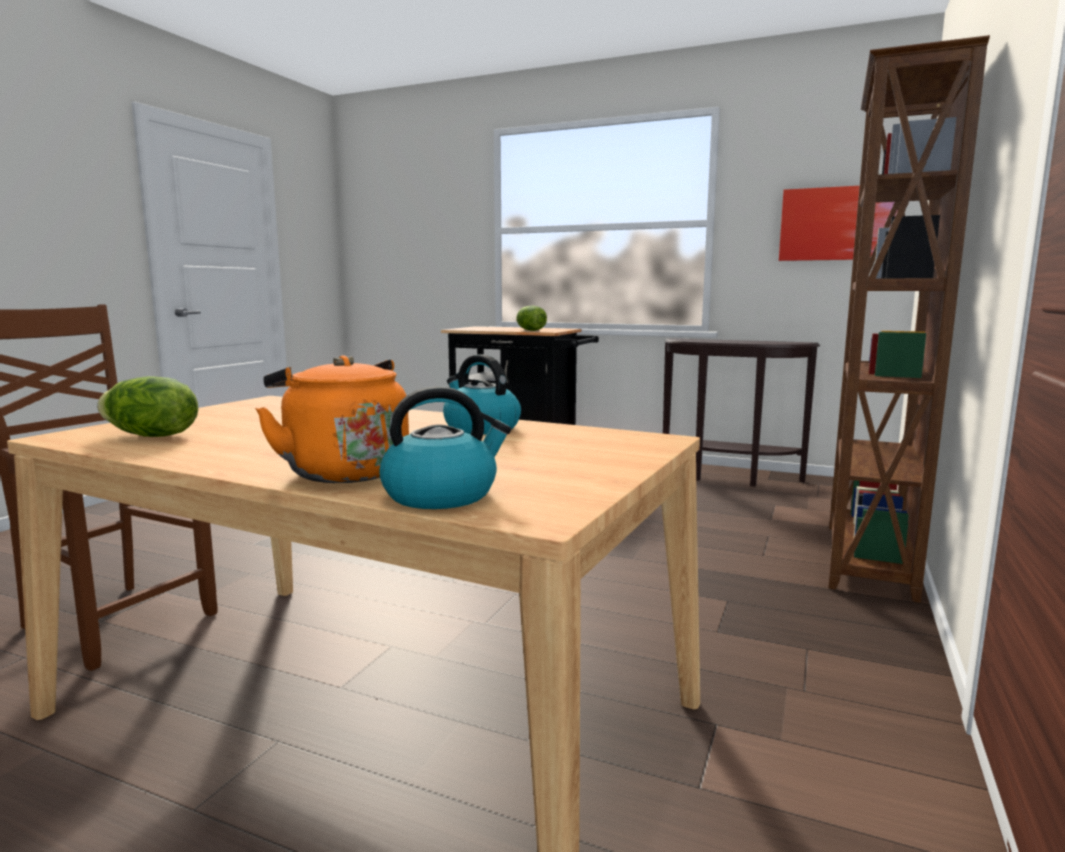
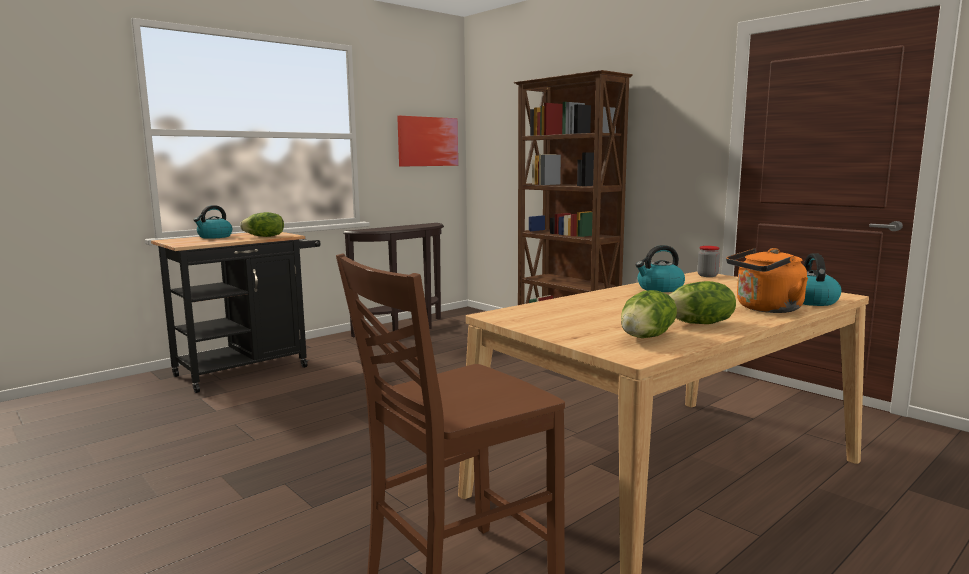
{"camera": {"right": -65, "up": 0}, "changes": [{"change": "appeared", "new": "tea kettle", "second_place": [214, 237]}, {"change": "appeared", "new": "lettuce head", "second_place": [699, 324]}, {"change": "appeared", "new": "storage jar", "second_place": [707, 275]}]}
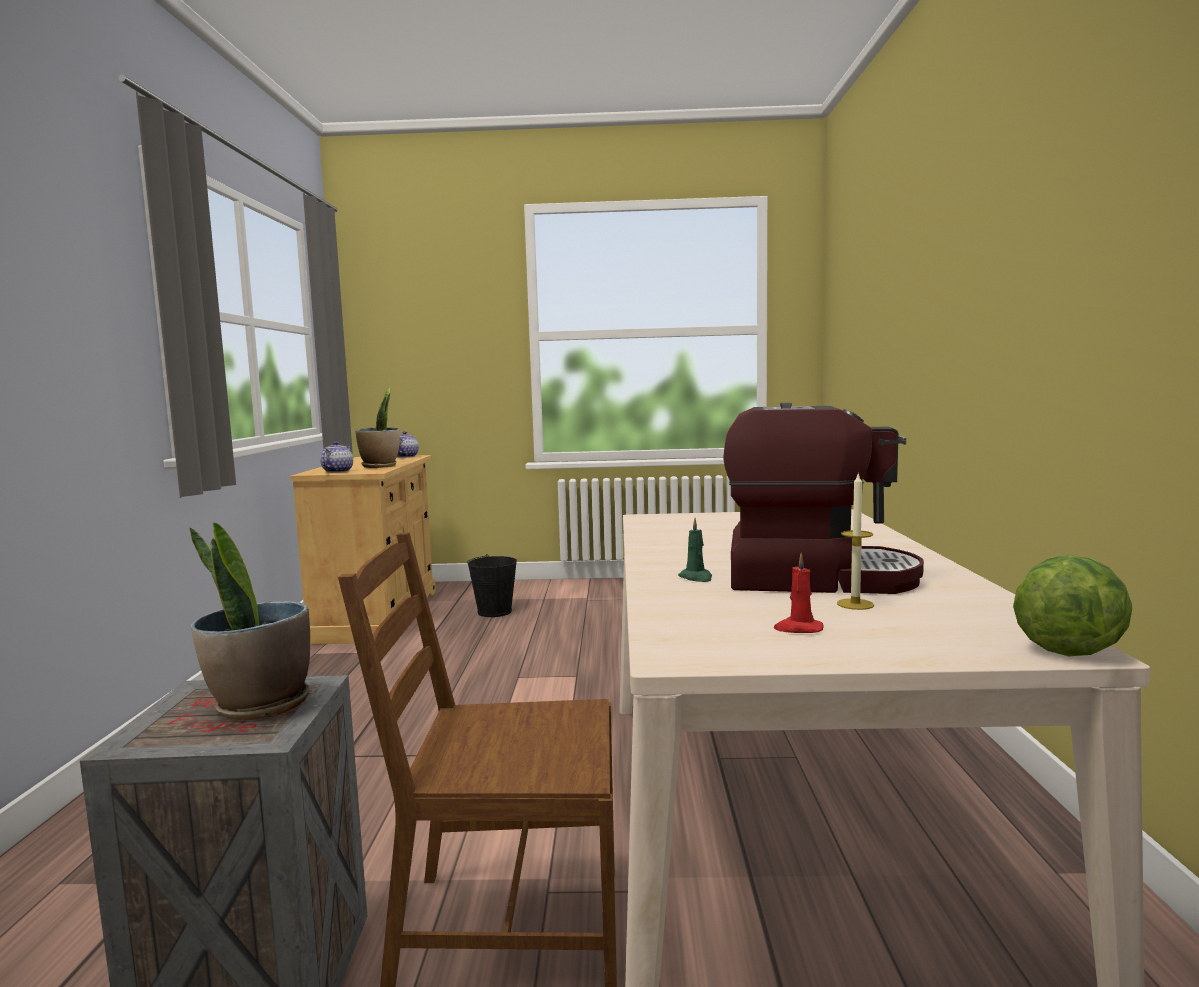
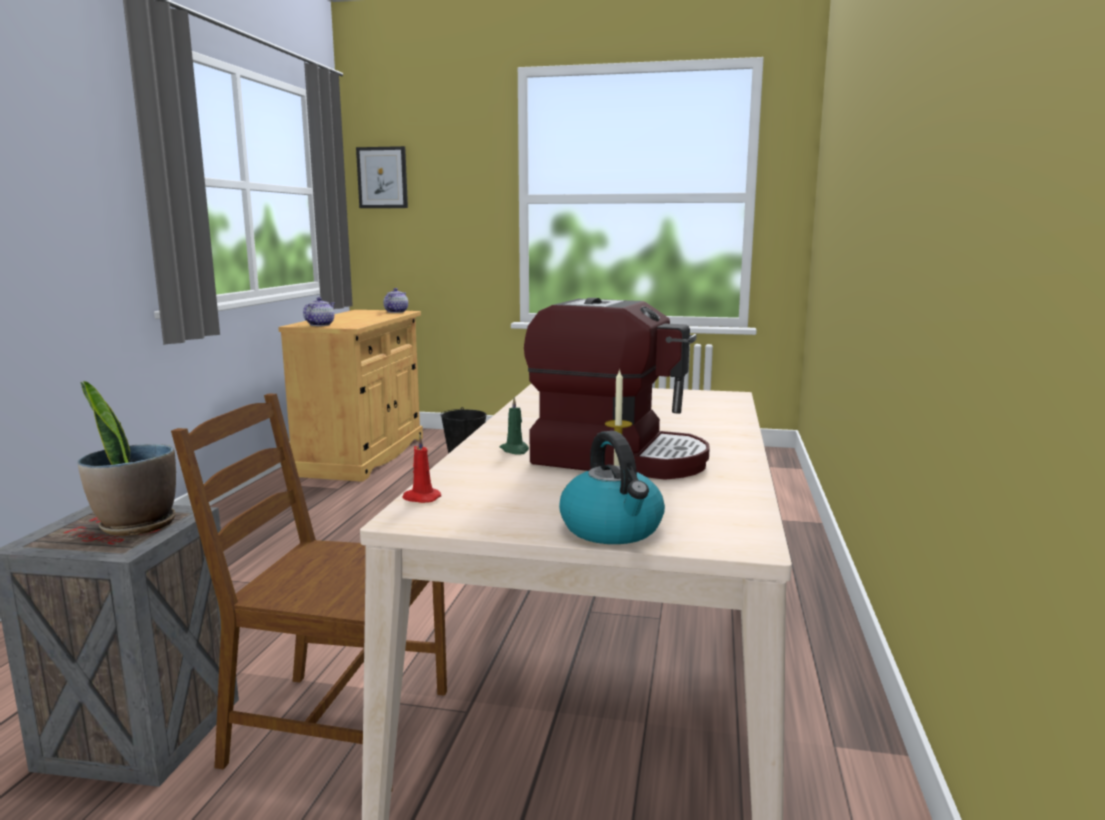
{"camera": {"right": 10, "up": 5}, "changes": [{"change": "missing", "old": "plant in a pot", "first_place": [380, 466]}, {"change": "missing", "old": "lettuce head", "first_place": [1069, 643]}, {"change": "appeared", "new": "wall picture", "second_place": [382, 177]}, {"change": "appeared", "new": "tea kettle", "second_place": [613, 529]}, {"change": "relocated", "old": "reddish wax candle", "first_place": [798, 629], "second_place": [420, 498]}]}
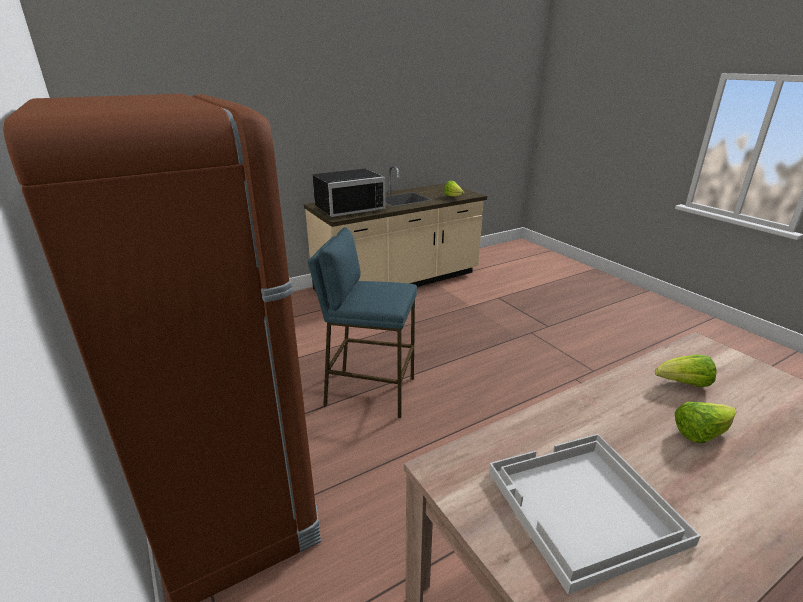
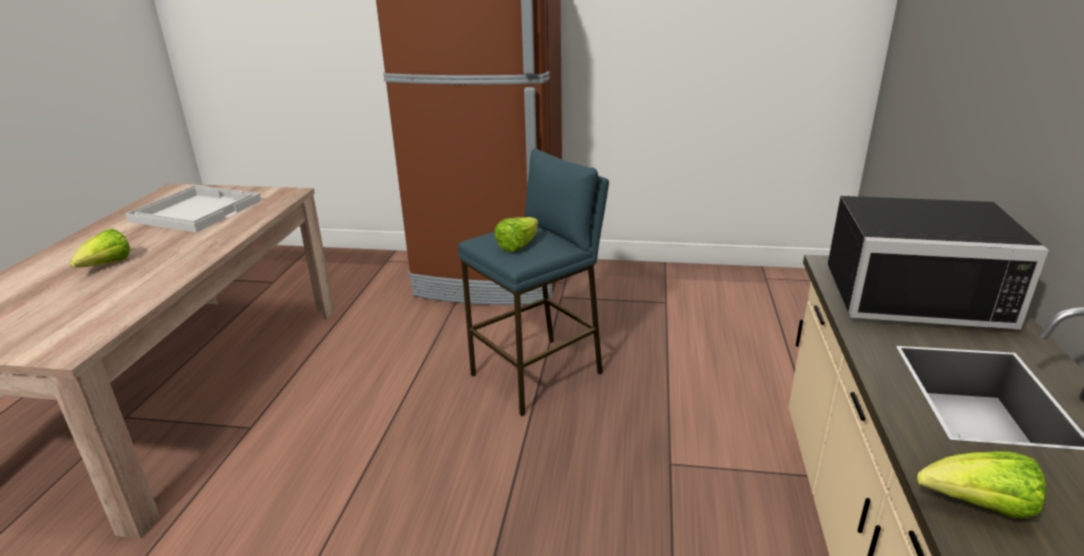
{"camera": {"right": 130, "up": 0}, "changes": [{"change": "relocated", "old": "lettuce head", "first_place": [683, 384], "second_place": [517, 246]}, {"change": "spun", "old": "blackish microwave", "first_place": [348, 208], "second_place": [911, 293], "degrees": -90}]}
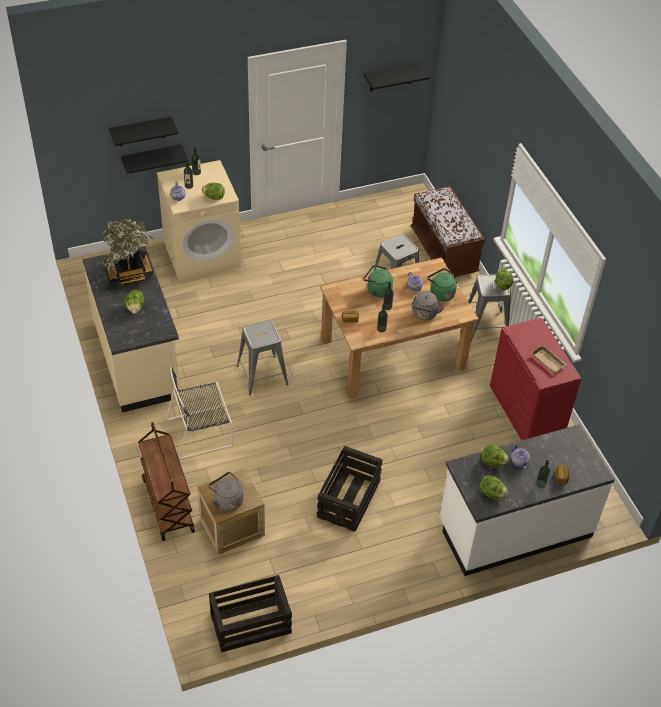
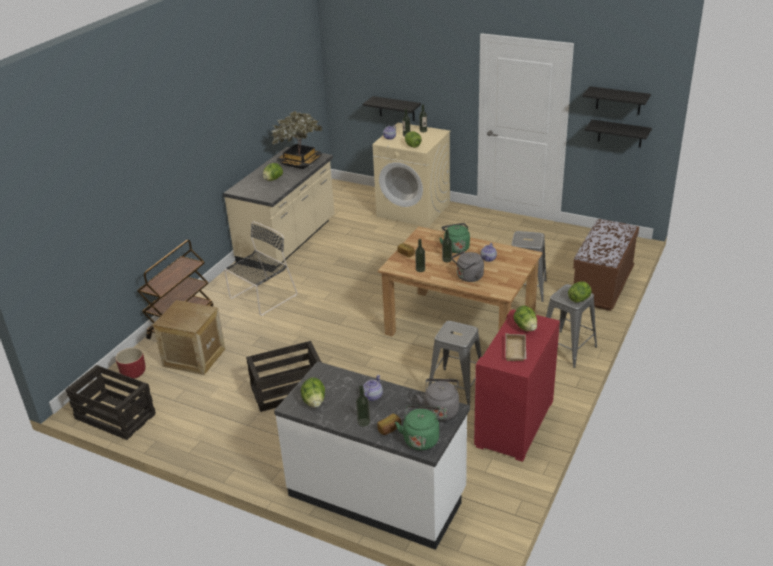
{"camera": {"right": 50, "up": -15}, "changes": [{"change": "appeared", "new": "reddish planter", "second_place": [133, 373]}, {"change": "relocated", "old": "blackish bracket shelf", "first_place": [141, 131], "second_place": [620, 133]}, {"change": "relocated", "old": "grey tea kettle", "first_place": [227, 500], "second_place": [441, 410]}, {"change": "relocated", "old": "grey stool", "first_place": [262, 375], "second_place": [456, 387]}, {"change": "relocated", "old": "green-coloured tea kettle", "first_place": [441, 293], "second_place": [421, 438]}, {"change": "relocated", "old": "lettuce head", "first_place": [493, 462], "second_place": [525, 327]}, {"change": "spun", "old": "blackish plain chair", "first_place": [201, 432], "second_place": [261, 298], "degrees": 105}]}
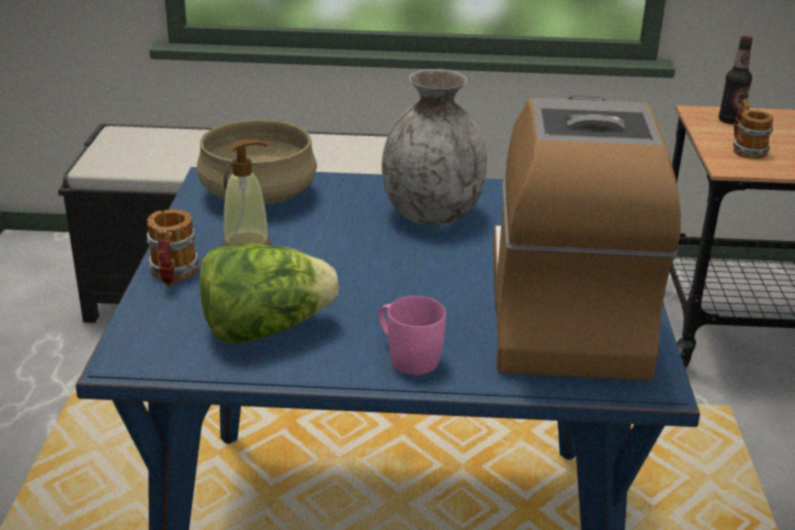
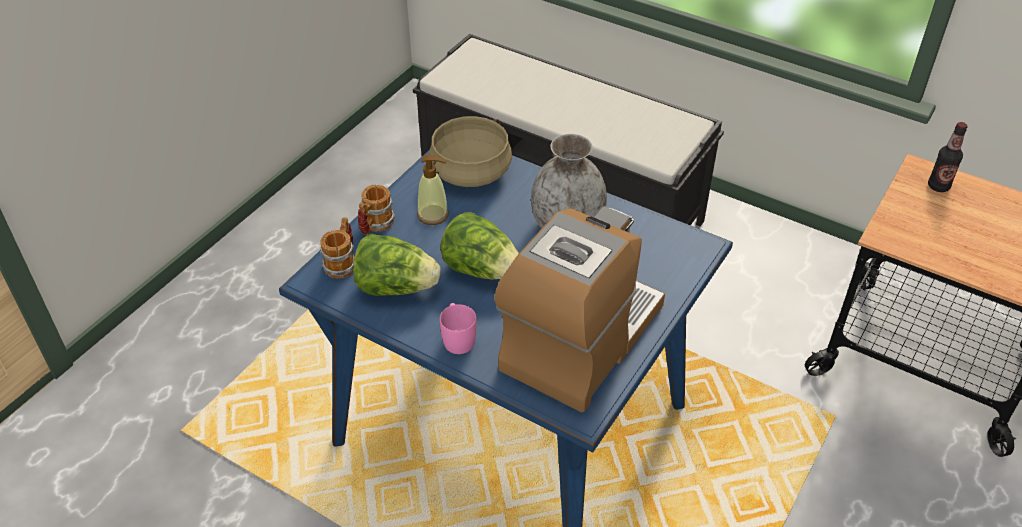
{"camera": {"right": 30, "up": 15}, "changes": [{"change": "appeared", "new": "lettuce head", "second_place": [481, 270]}, {"change": "relocated", "old": "mug", "first_place": [746, 149], "second_place": [342, 262]}]}
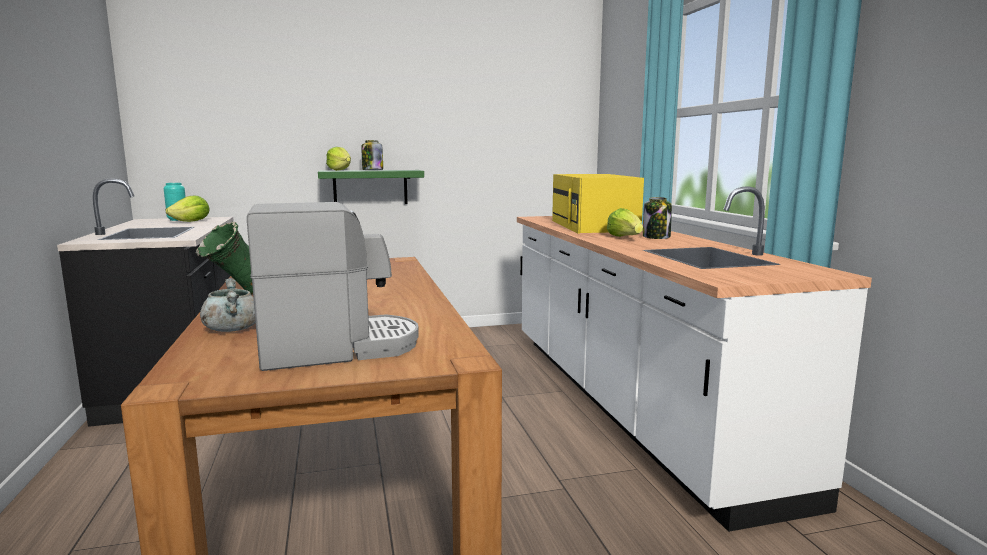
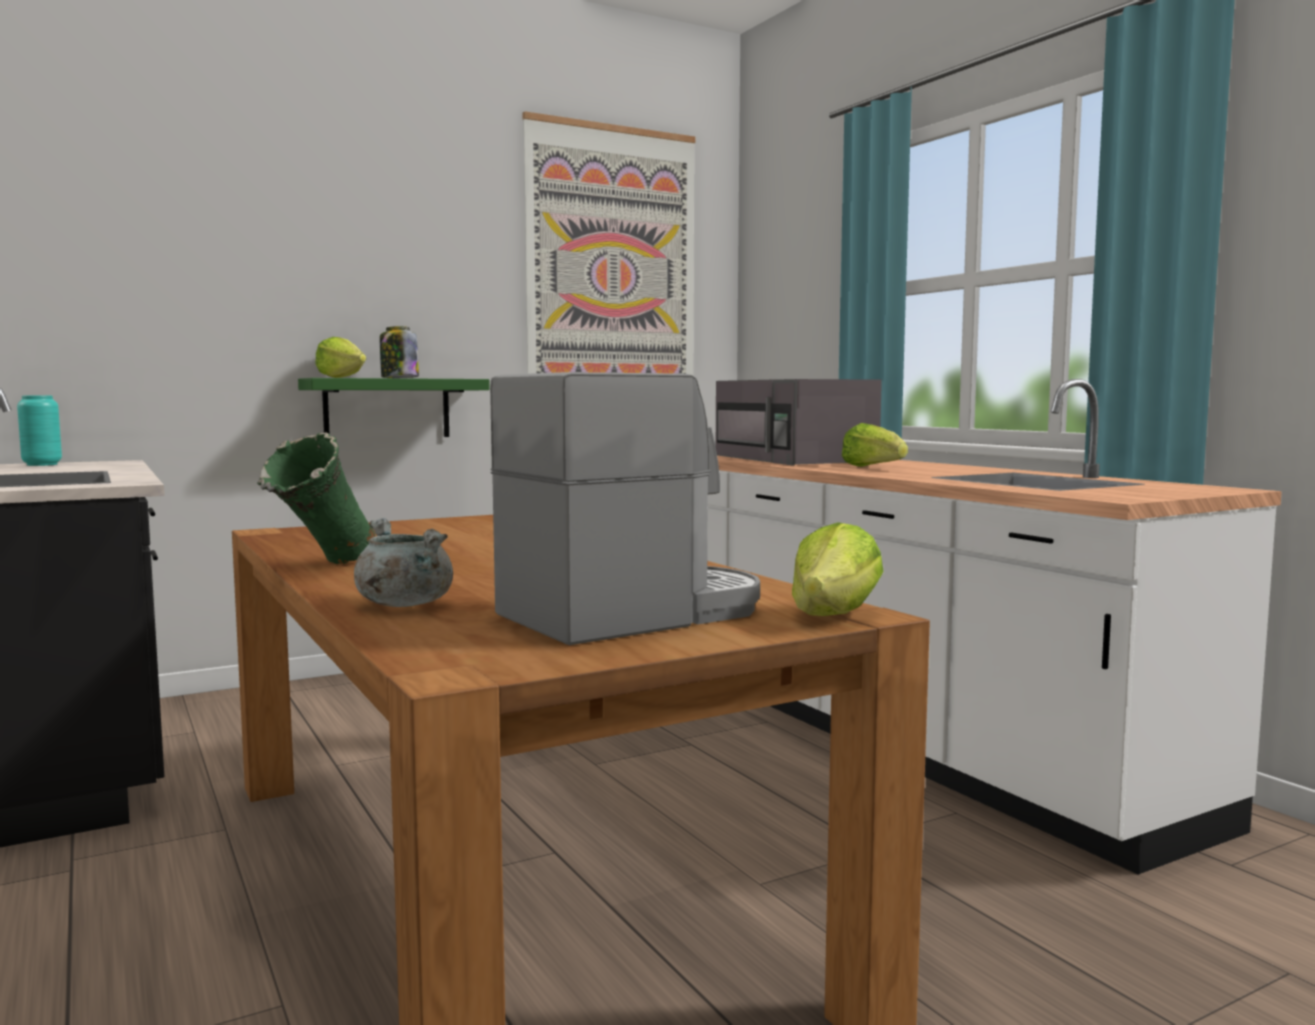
{"camera": {"right": -15, "up": -5}, "changes": [{"change": "missing", "old": "storage jar", "first_place": [656, 237]}, {"change": "appeared", "new": "wall picture", "second_place": [612, 275]}, {"change": "relocated", "old": "lettuce head", "first_place": [191, 222], "second_place": [834, 615]}, {"change": "colour", "old": "yellow-coloured microwave", "new": "grey microwave", "first_place": [594, 226], "second_place": [794, 459]}]}
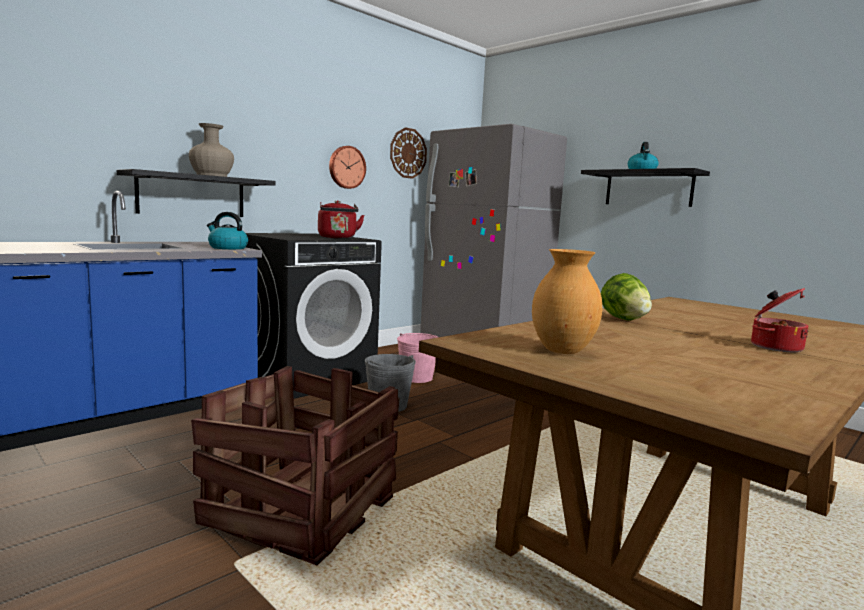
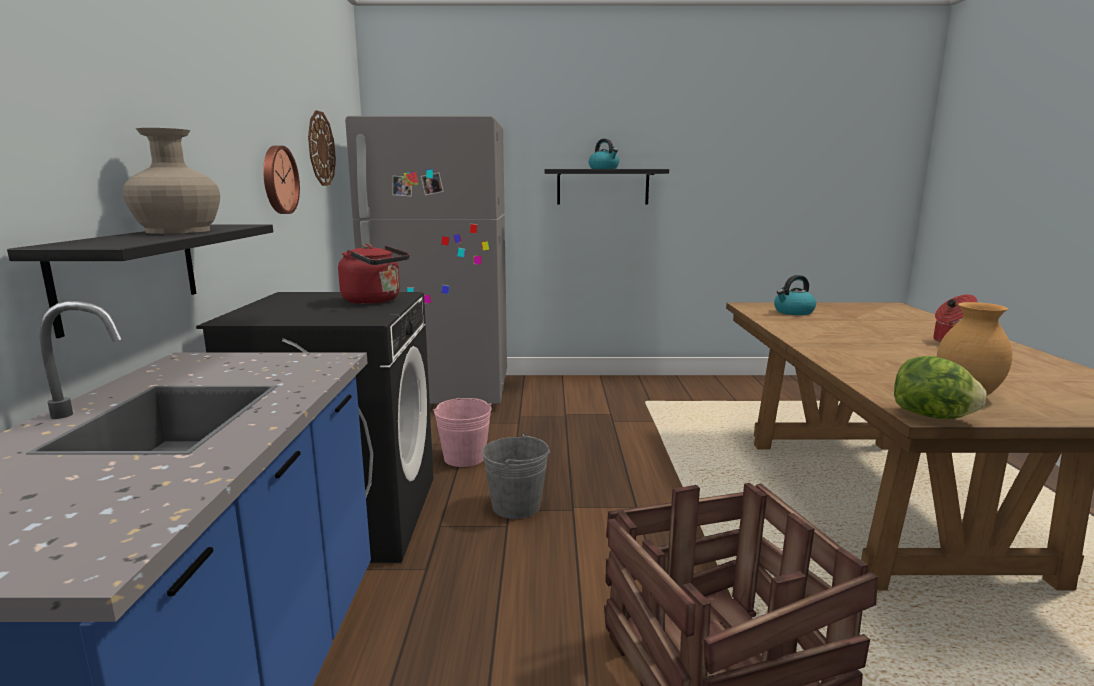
{"camera": {"right": -45, "up": 5}, "changes": [{"change": "relocated", "old": "tea kettle", "first_place": [227, 248], "second_place": [793, 312]}, {"change": "relocated", "old": "lettuce head", "first_place": [624, 319], "second_place": [932, 416]}]}
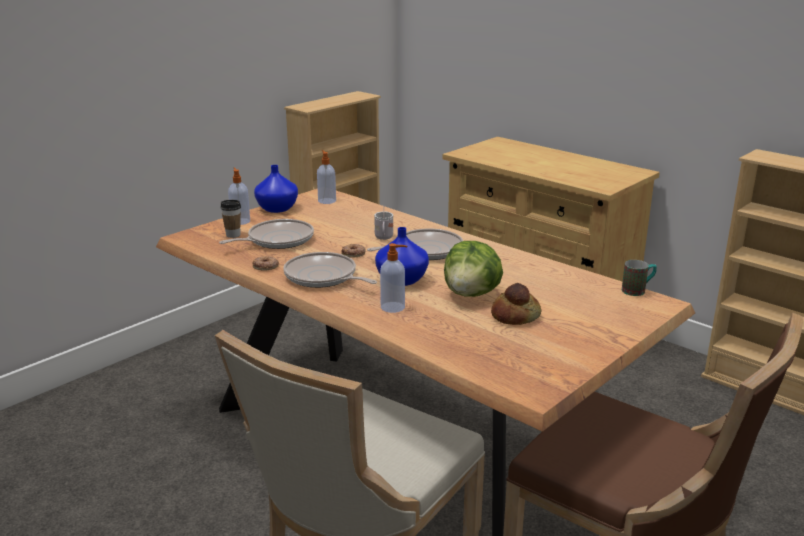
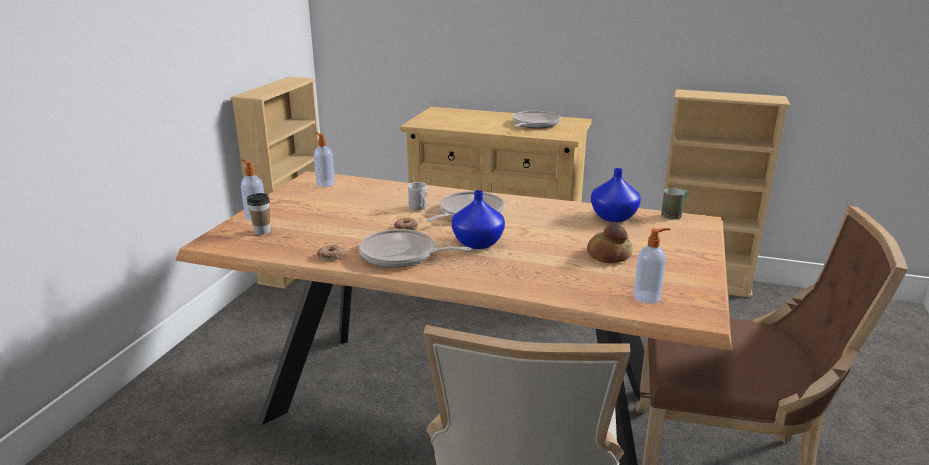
{"camera": {"right": -25, "up": 0}, "changes": [{"change": "missing", "old": "lettuce head", "first_place": [471, 294]}, {"change": "relocated", "old": "pan", "first_place": [277, 240], "second_place": [534, 124]}, {"change": "relocated", "old": "blue-coloured vase", "first_place": [278, 208], "second_place": [614, 217]}, {"change": "relocated", "old": "liquid soap bottle", "first_place": [393, 307], "second_place": [647, 297]}]}
